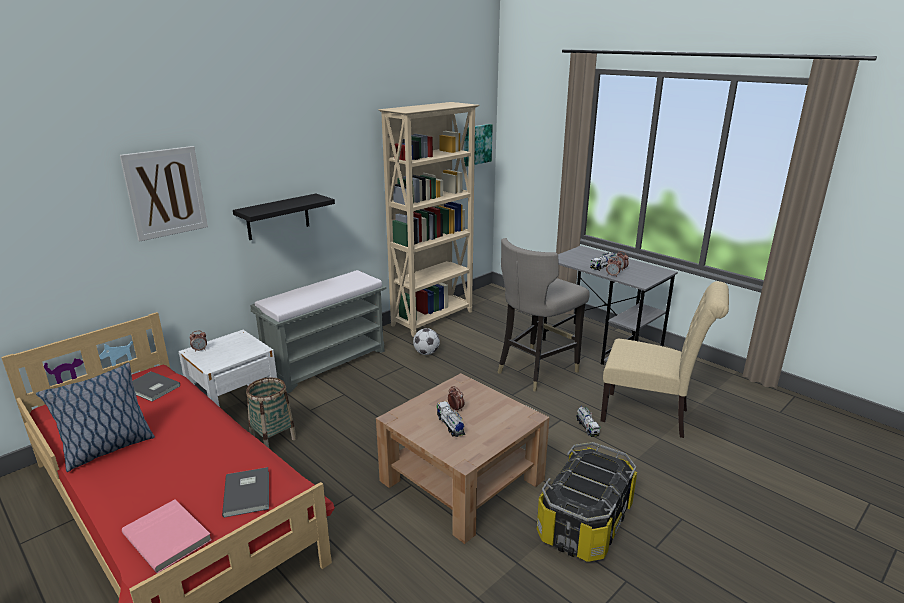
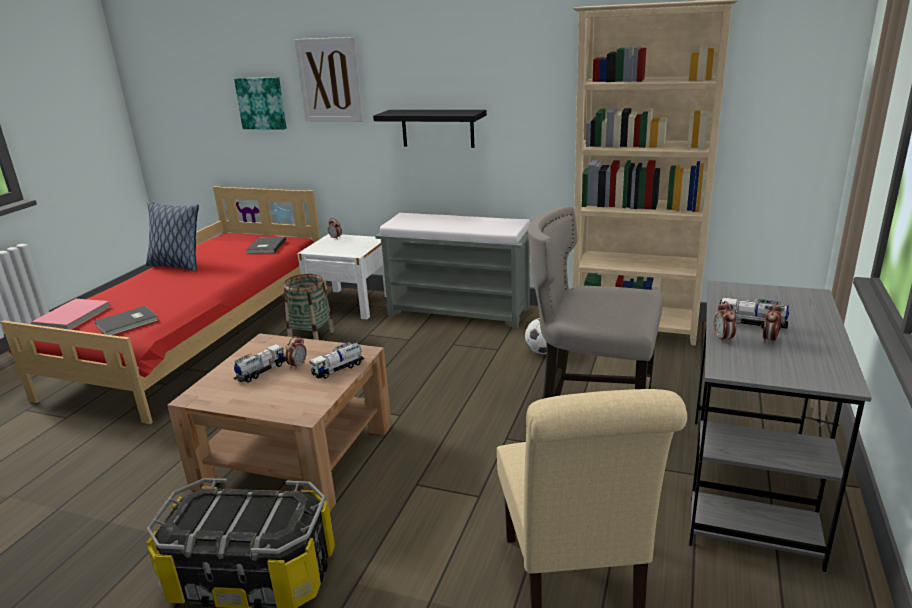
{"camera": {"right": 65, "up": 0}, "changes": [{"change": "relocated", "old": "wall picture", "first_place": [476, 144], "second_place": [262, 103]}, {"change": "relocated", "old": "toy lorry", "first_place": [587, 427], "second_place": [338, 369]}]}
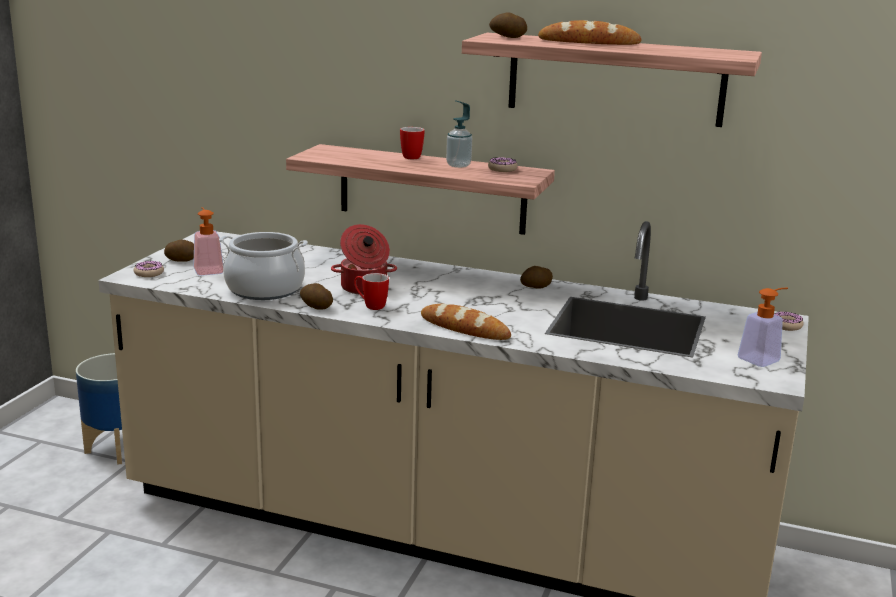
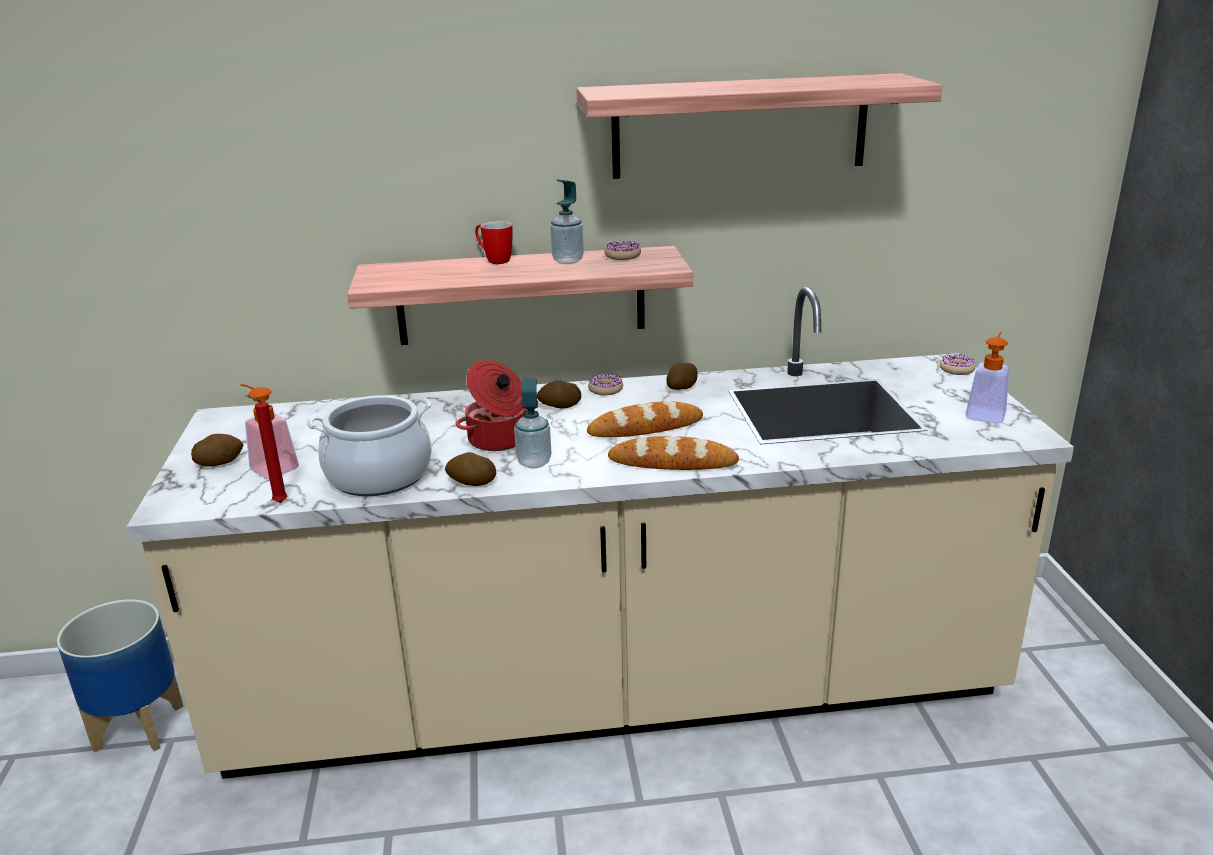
{"camera": {"right": -25, "up": 5}, "changes": [{"change": "appeared", "new": "reddish wax candle", "second_place": [278, 503]}, {"change": "relocated", "old": "ring doughnut", "first_place": [149, 273], "second_place": [605, 389]}, {"change": "relocated", "old": "potato", "first_place": [507, 37], "second_place": [559, 407]}, {"change": "relocated", "old": "bakery bread", "first_place": [589, 42], "second_place": [645, 427]}, {"change": "exchanged", "old": "mug", "new": "liquid soap bottle", "first_place": [370, 306], "second_place": [534, 462]}]}
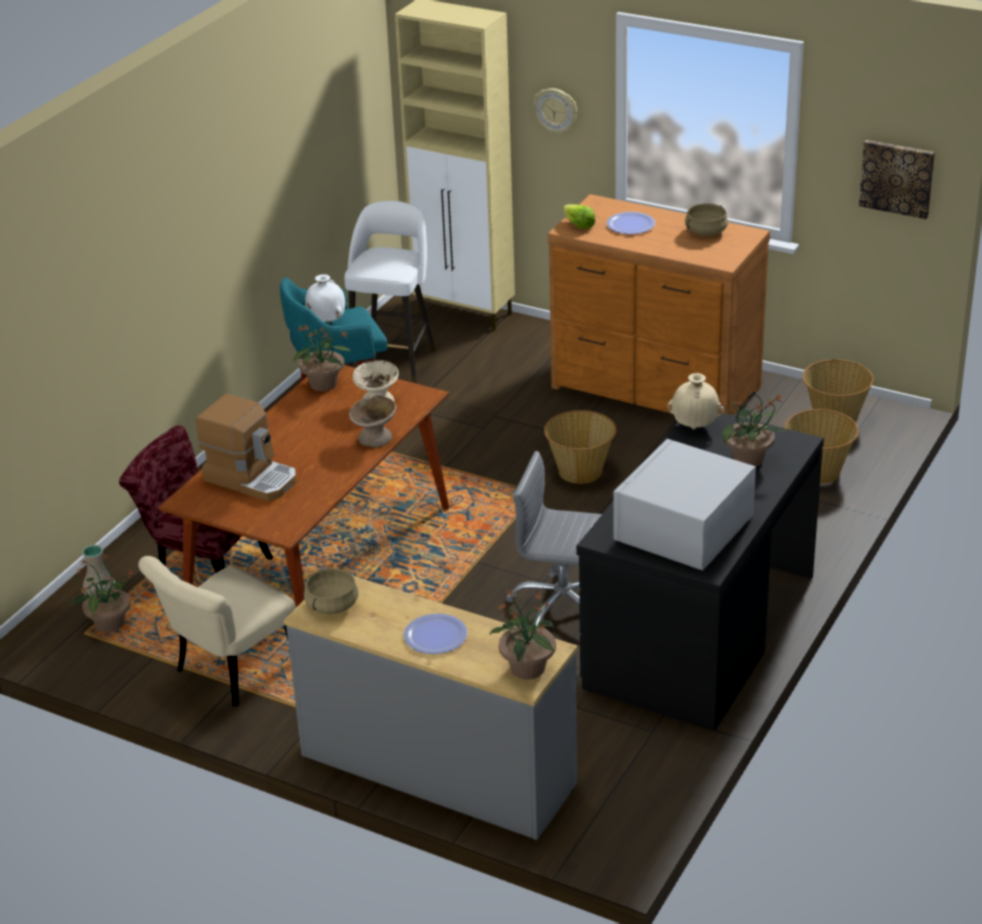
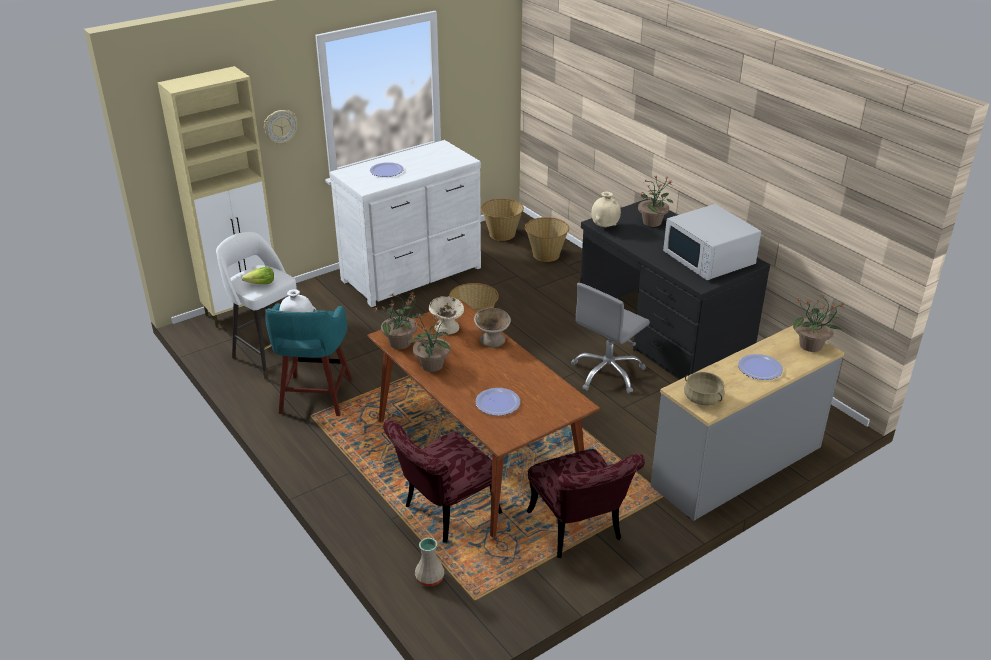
{"camera": {"right": -65, "up": 0}, "changes": [{"change": "missing", "old": "sand-coloured cooking pot", "first_place": [705, 231]}, {"change": "missing", "old": "wall picture", "first_place": [897, 178]}, {"change": "relocated", "old": "plant in a pot", "first_place": [108, 624], "second_place": [431, 365]}, {"change": "relocated", "old": "lettuce head", "first_place": [578, 225], "second_place": [260, 284]}, {"change": "exchanged", "old": "coffee machine", "new": "flat dish", "first_place": [252, 478], "second_place": [497, 403]}, {"change": "colour", "old": "sand-coloured plain chair", "new": "reddish plain chair", "first_place": [229, 673], "second_place": [579, 532]}, {"change": "colour", "old": "brown drawer chest", "new": "whitish drawer chest", "first_place": [655, 389], "second_place": [413, 274]}]}
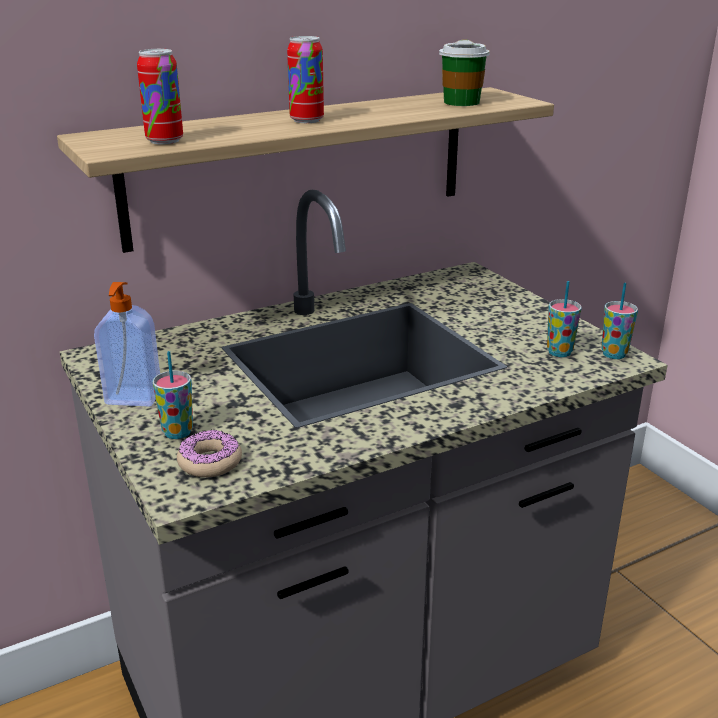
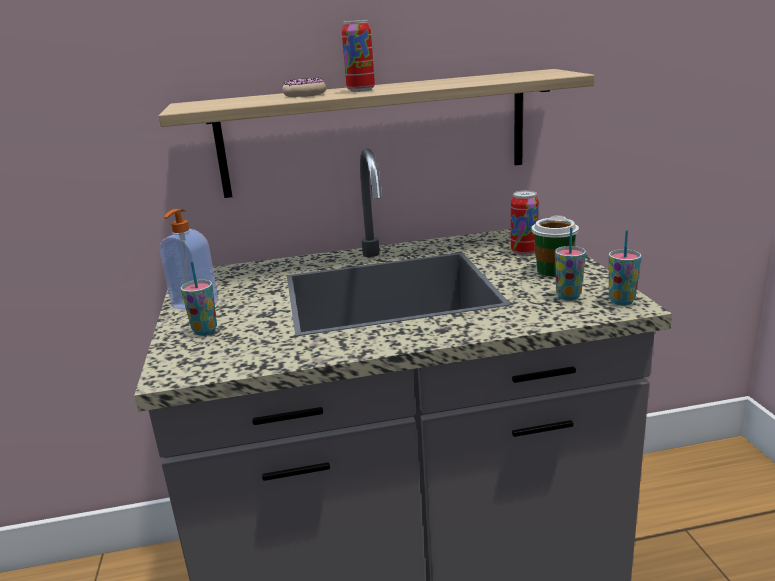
{"camera": {"right": 20, "up": -5}, "changes": [{"change": "relocated", "old": "can", "first_place": [164, 141], "second_place": [524, 252]}, {"change": "relocated", "old": "ring doughnut", "first_place": [210, 462], "second_place": [305, 95]}, {"change": "relocated", "old": "cup", "first_place": [461, 102], "second_place": [553, 270]}]}
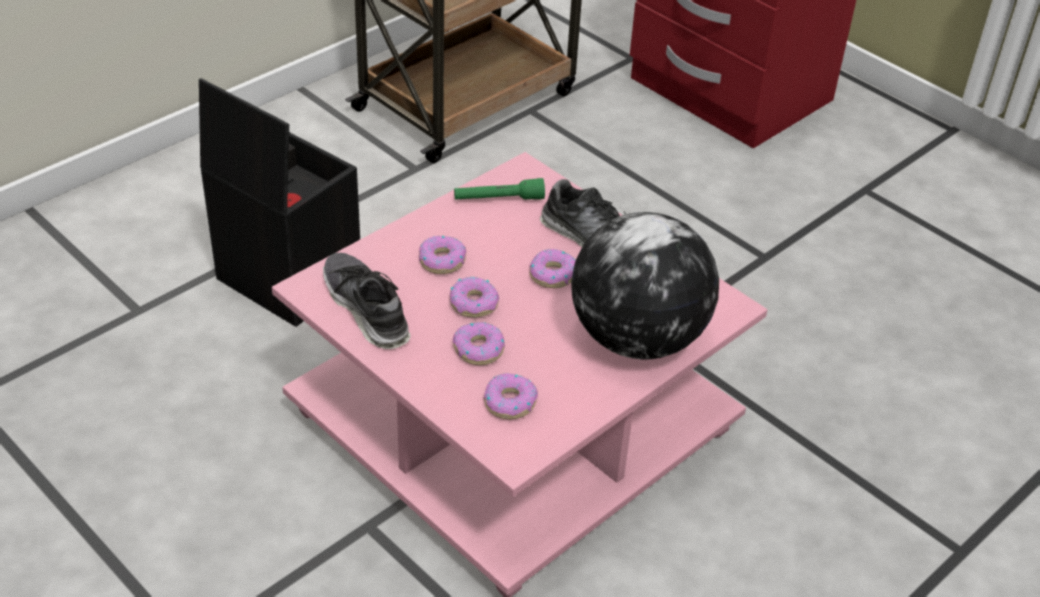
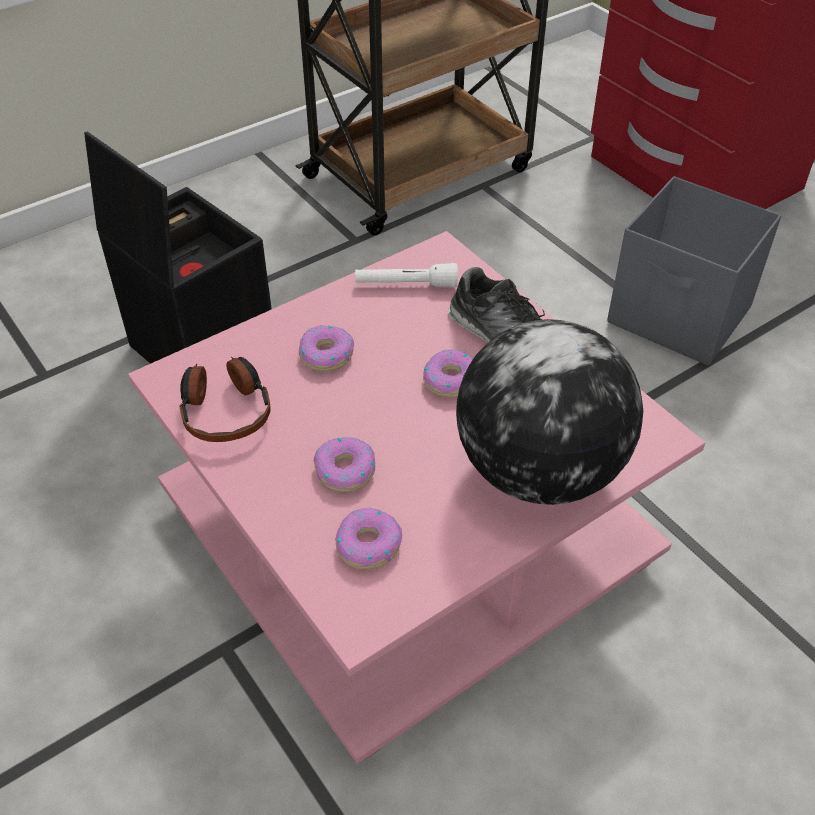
{"camera": {"right": 10, "up": 5}, "changes": [{"change": "missing", "old": "ring doughnut", "first_place": [474, 303]}, {"change": "appeared", "new": "grey storage box", "second_place": [680, 317]}, {"change": "exchanged", "old": "low shoe", "new": "headphones", "first_place": [365, 310], "second_place": [225, 410]}, {"change": "colour", "old": "green-coloured torch", "new": "whitish torch", "first_place": [498, 199], "second_place": [406, 285]}]}
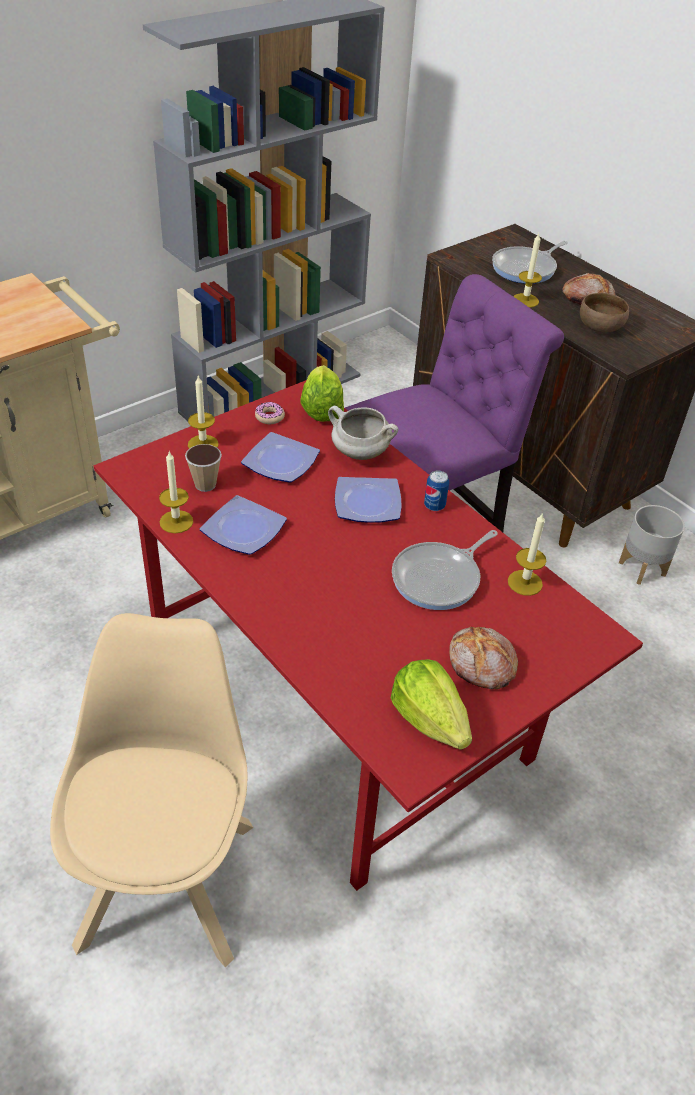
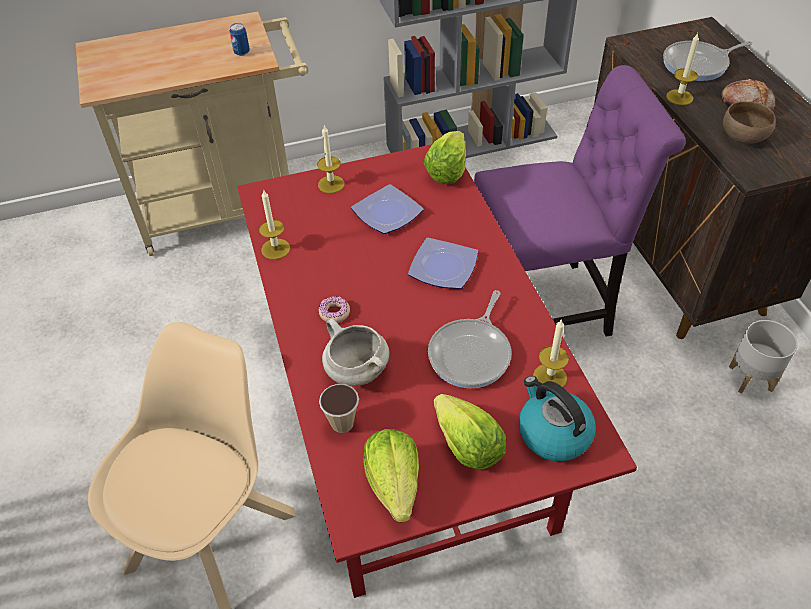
{"camera": {"right": 25, "up": 5}, "changes": [{"change": "missing", "old": "flat dish", "first_place": [241, 530]}, {"change": "appeared", "new": "tea kettle", "second_place": [553, 433]}, {"change": "relocated", "old": "cup", "first_place": [205, 485], "second_place": [342, 423]}, {"change": "relocated", "old": "ring doughnut", "first_place": [269, 417], "second_place": [334, 313]}, {"change": "relocated", "old": "whitish cooking pot", "first_place": [359, 453], "second_place": [356, 371]}, {"change": "relocated", "old": "can", "first_place": [434, 506], "second_place": [242, 52]}, {"change": "exchanged", "old": "bakery bread", "new": "lettuce head", "first_place": [481, 665], "second_place": [467, 446]}, {"change": "spun", "old": "pan", "first_place": [439, 578], "second_place": [472, 353], "degrees": -45}]}
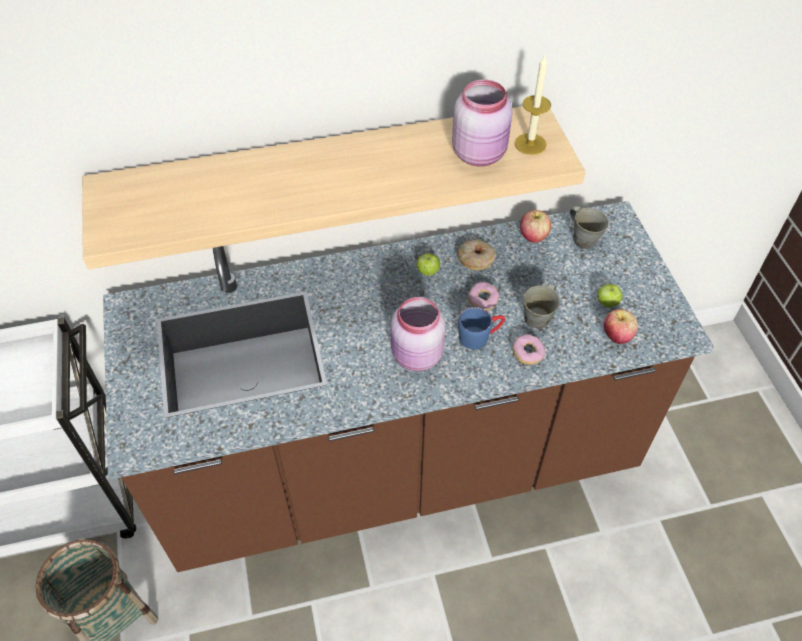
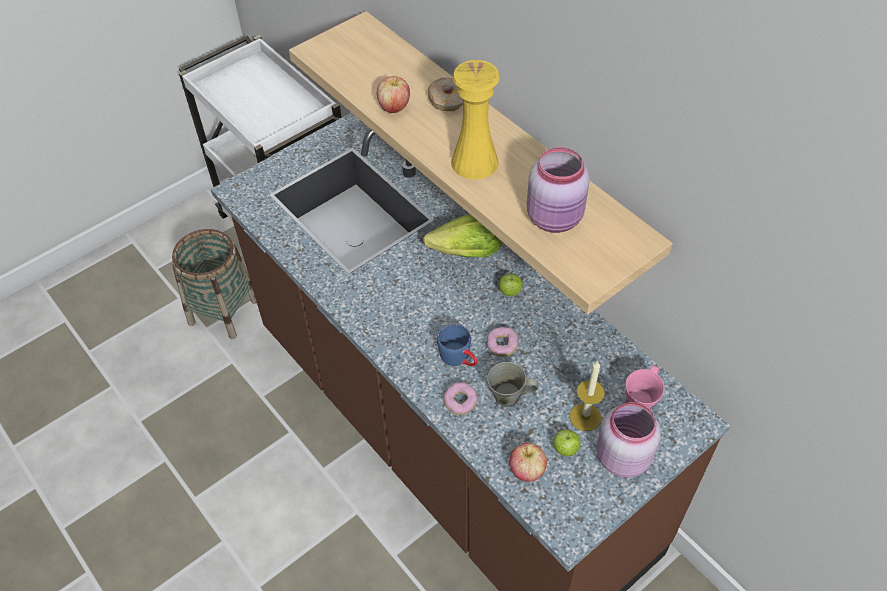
{"camera": {"right": 65, "up": 0}, "changes": [{"change": "appeared", "new": "lettuce head", "second_place": [467, 252]}, {"change": "appeared", "new": "yellow-coloured vase", "second_place": [474, 162]}, {"change": "relocated", "old": "pinkish storage jar", "first_place": [416, 356], "second_place": [621, 457]}, {"change": "relocated", "old": "ring doughnut", "first_place": [476, 259], "second_place": [447, 100]}, {"change": "relocated", "old": "wax candle", "first_place": [530, 144], "second_place": [585, 417]}, {"change": "relocated", "old": "apple fruit", "first_place": [533, 236], "second_place": [394, 107]}, {"change": "colour", "old": "grey mug", "new": "pinkish mug", "first_place": [583, 239], "second_place": [640, 401]}]}
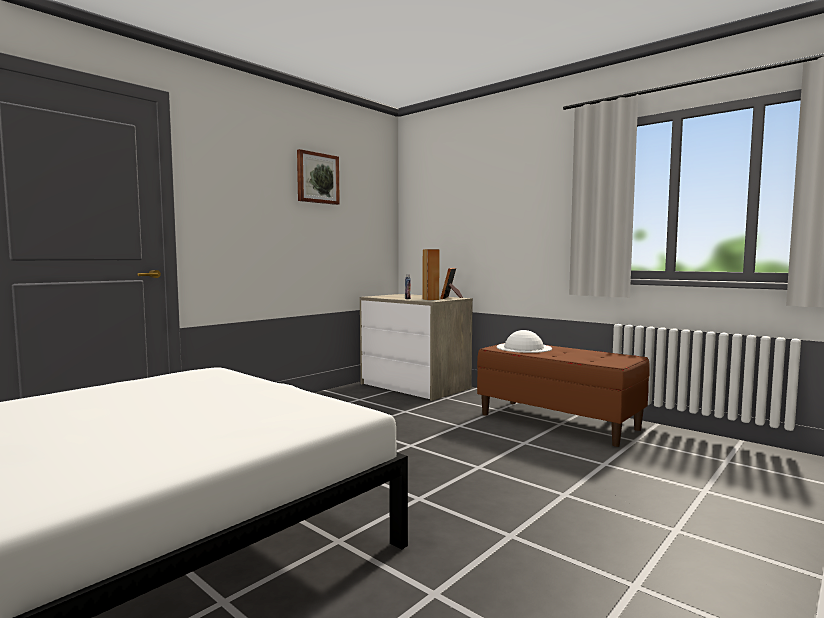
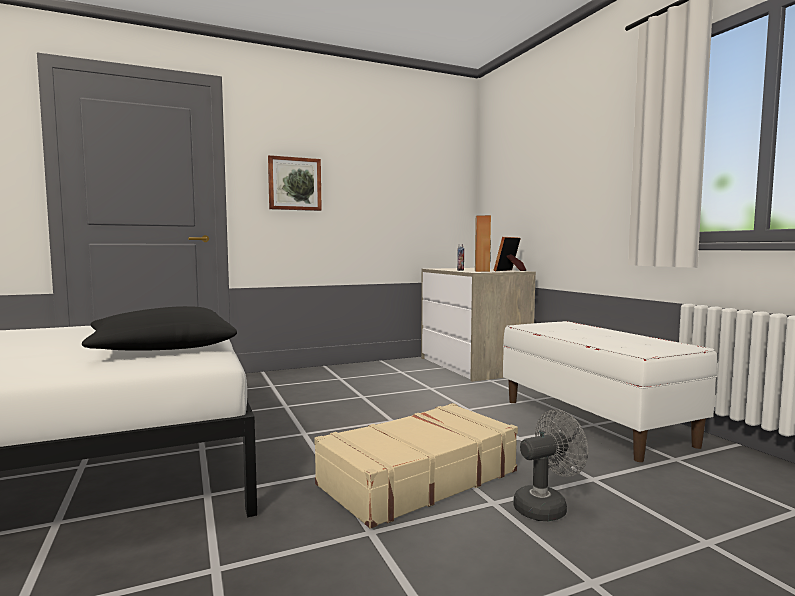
{"camera": {"right": 25, "up": 0}, "changes": [{"change": "missing", "old": "whitish wearable hat", "first_place": [524, 347]}, {"change": "appeared", "new": "blackish pillow", "second_place": [161, 347]}, {"change": "appeared", "new": "sand-coloured travel case", "second_place": [417, 478]}, {"change": "appeared", "new": "grey cooling fan", "second_place": [546, 507]}, {"change": "relocated", "old": "wall picture", "first_place": [317, 178], "second_place": [294, 184]}, {"change": "colour", "old": "brown bench", "new": "whitish bench", "first_place": [558, 421], "second_place": [593, 421]}]}
